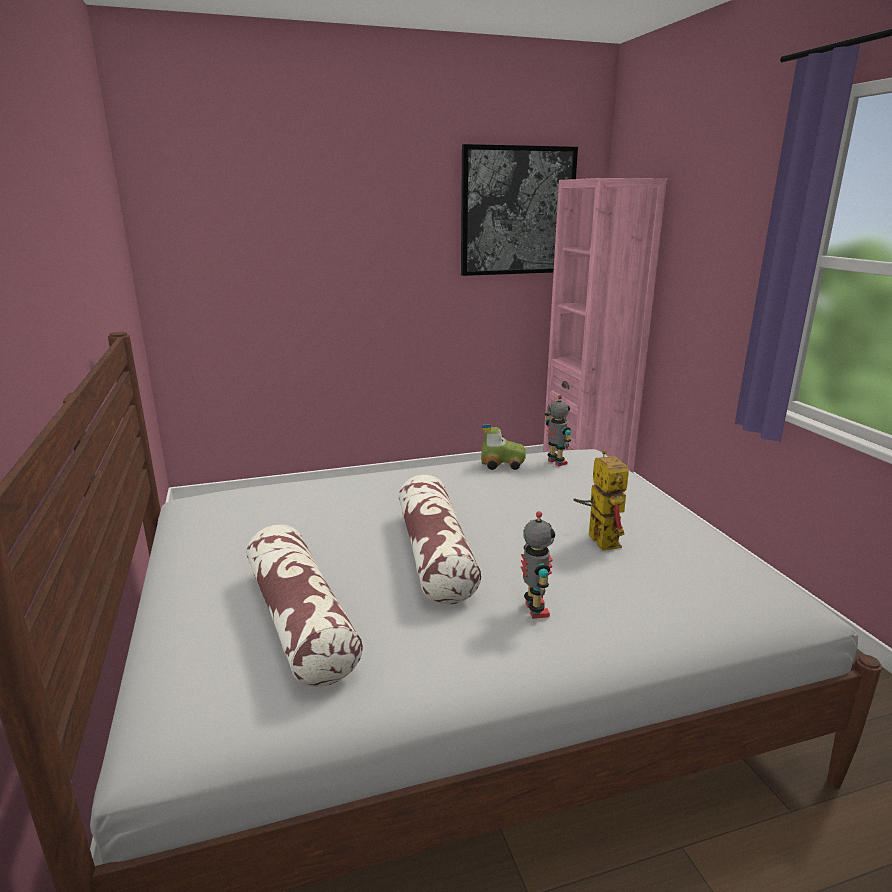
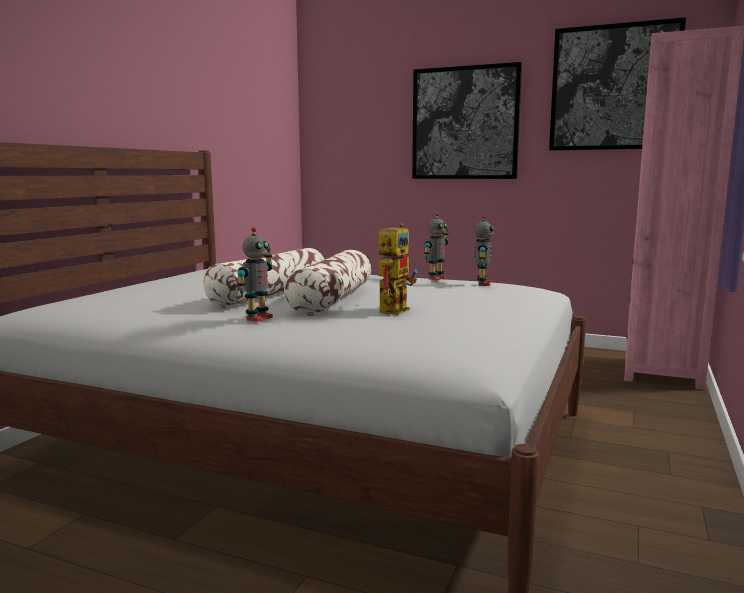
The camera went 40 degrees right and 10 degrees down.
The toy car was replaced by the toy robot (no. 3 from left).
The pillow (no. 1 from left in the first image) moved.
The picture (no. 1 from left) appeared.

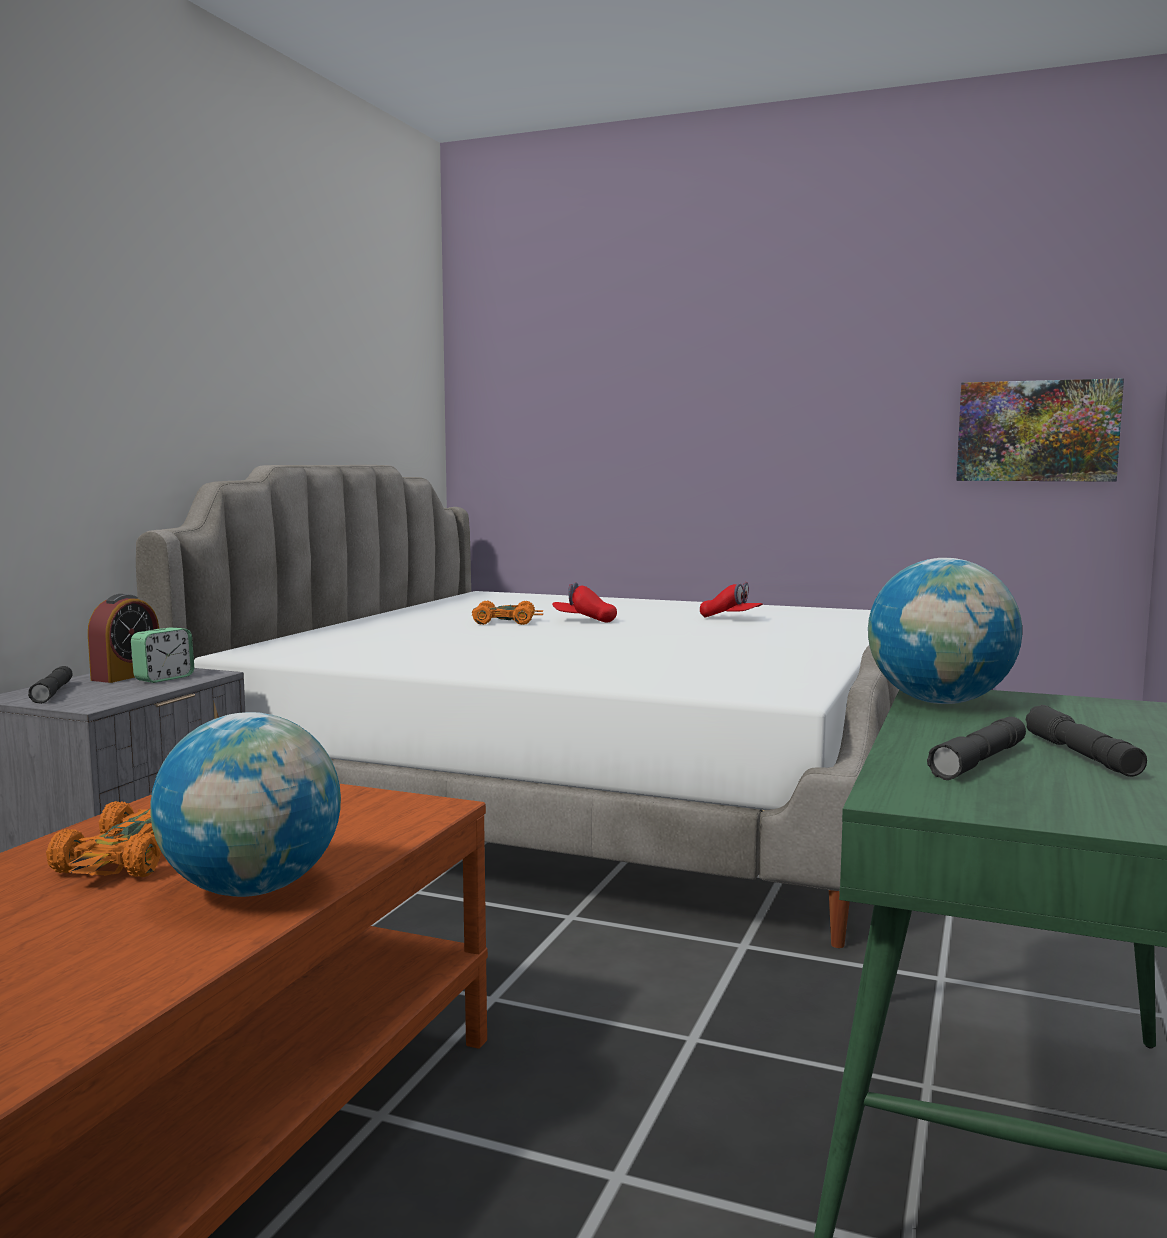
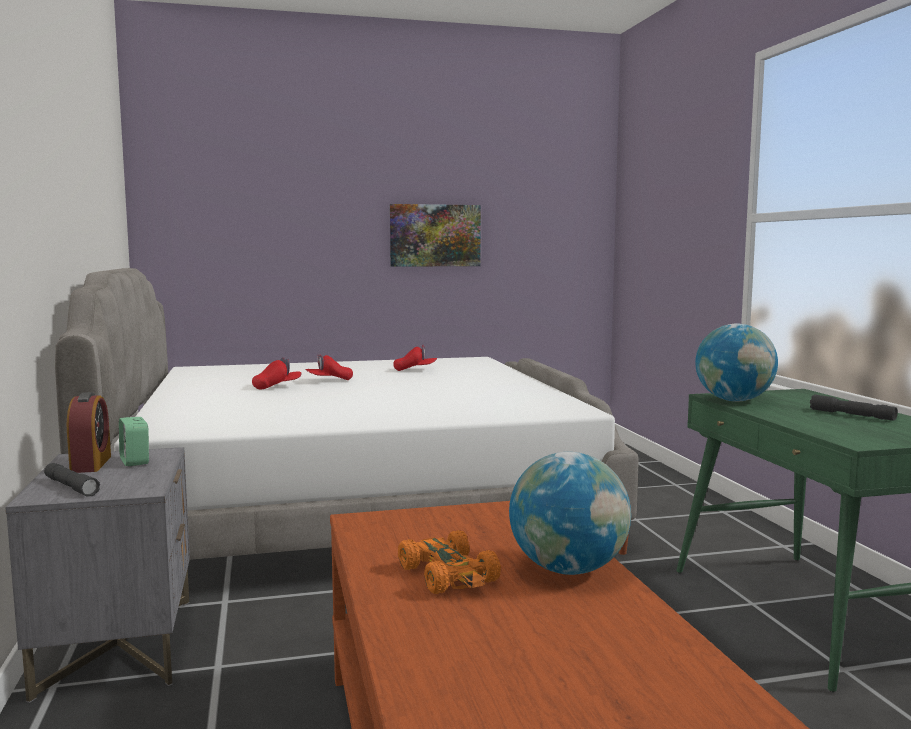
The camera went 35 degrees left and 0 degrees up.
The picture moved.
The orange toy car (no. 2 from left) was replaced by the red cap (no. 1 from left).
The alarm clock (no. 2 from left) turned 150 degrees clockwise.
The grey flashlight (no. 2 from left) disappeared.

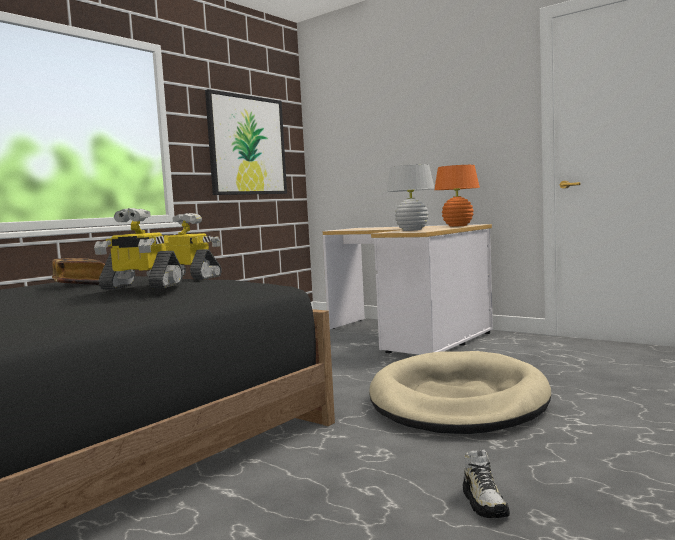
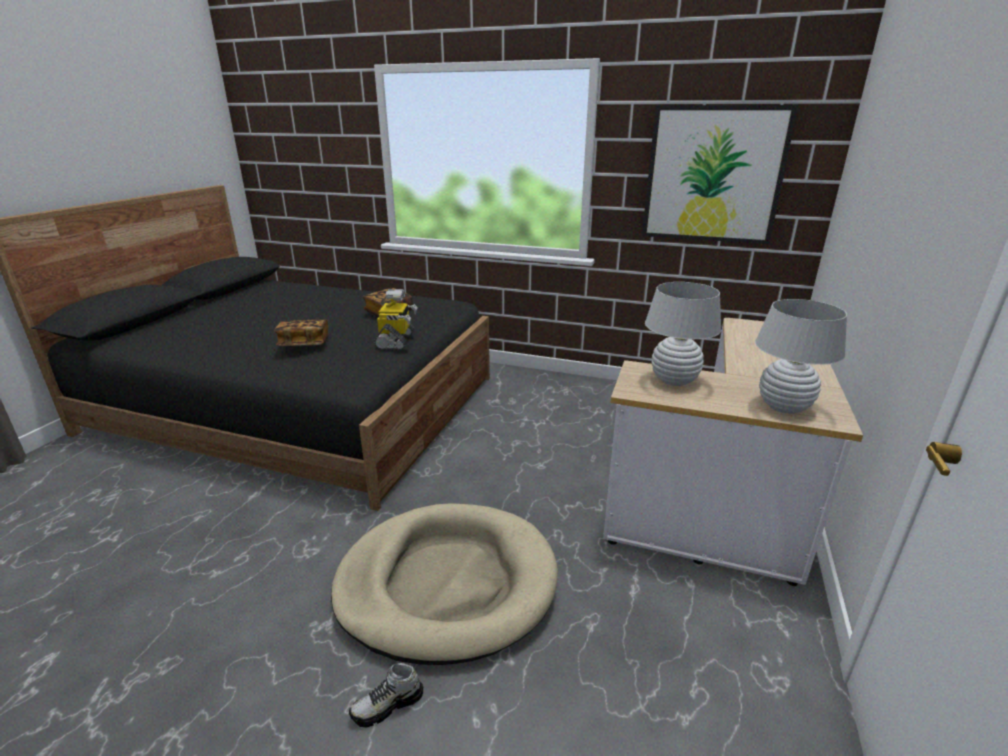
The camera went 70 degrees right and 20 degrees up.
The orange table lamp became the white table lamp (no. 2 from left).
The toy robot (no. 1 from left) was replaced by the book (no. 1 from left).
The shoe moved.

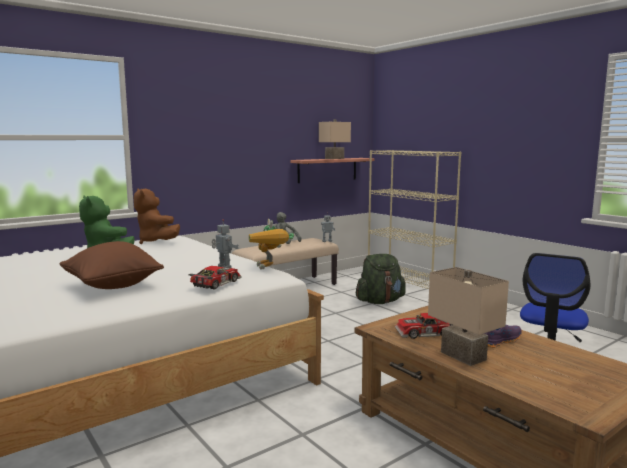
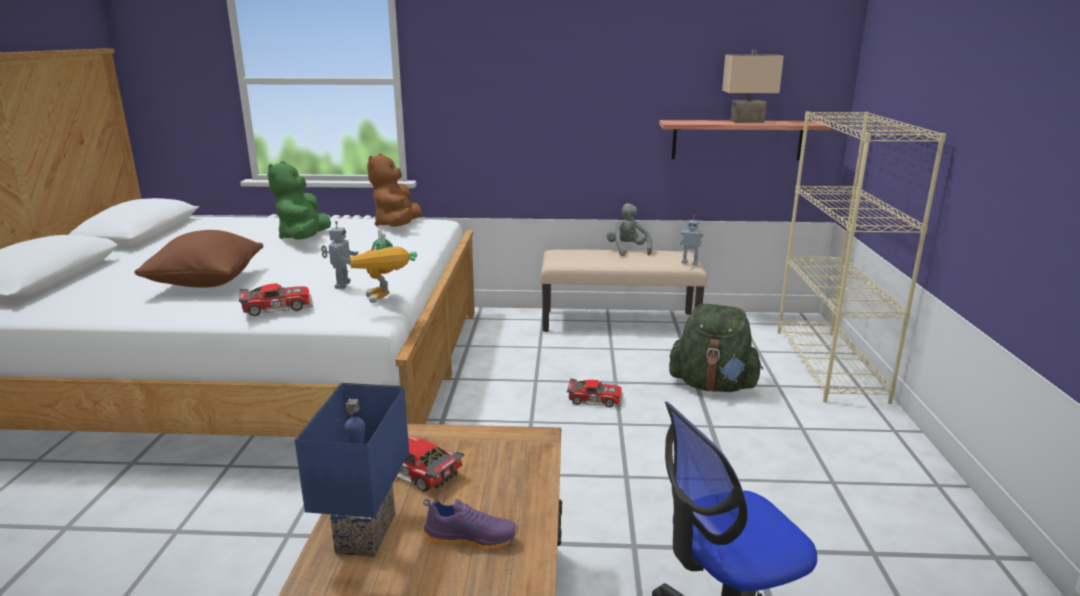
The camera went 40 degrees right and 10 degrees up.
The toy robot (no. 2 from left) turned 45 degrees counterclockwise.
The beige table lamp (no. 2 from left) became the blue table lamp.
The toy car (no. 3 from left) appeared.

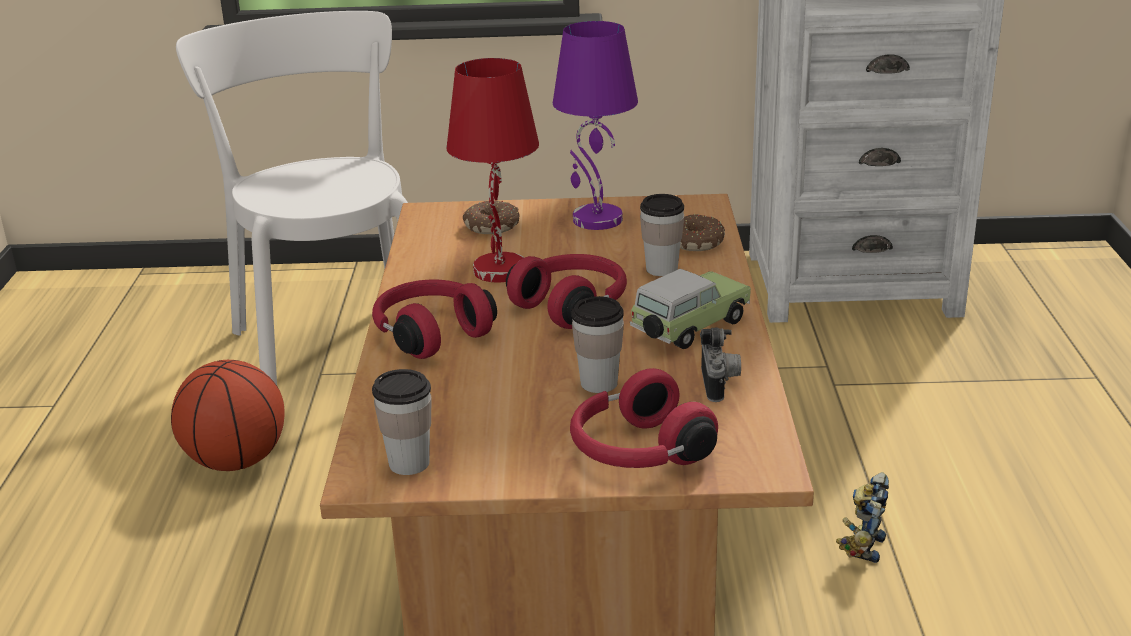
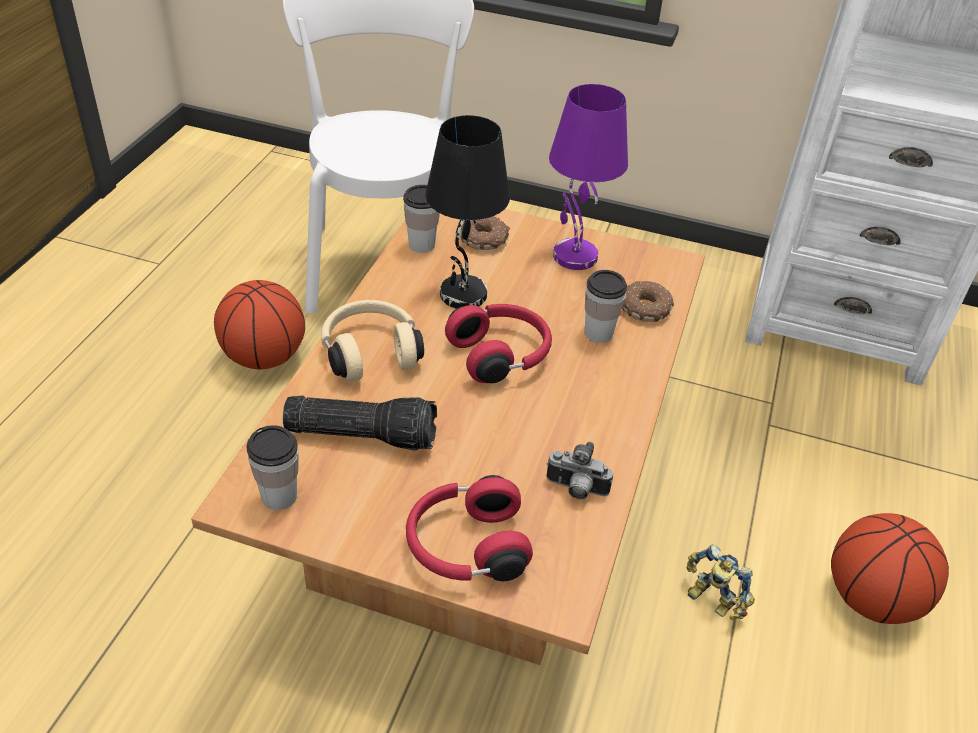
The camera went 15 degrees right and 15 degrees up.
The red table lamp became the black table lamp.
The toy car disappeared.
The red headphones (no. 1 from left) became the beige headphones.
The cup (no. 2 from left) moved.
The photo camera turned 90 degrees clockwise.
The toy robot turned 90 degrees counterclockwise.
The flashlight appeared.
The basketball (no. 2 from left) appeared.

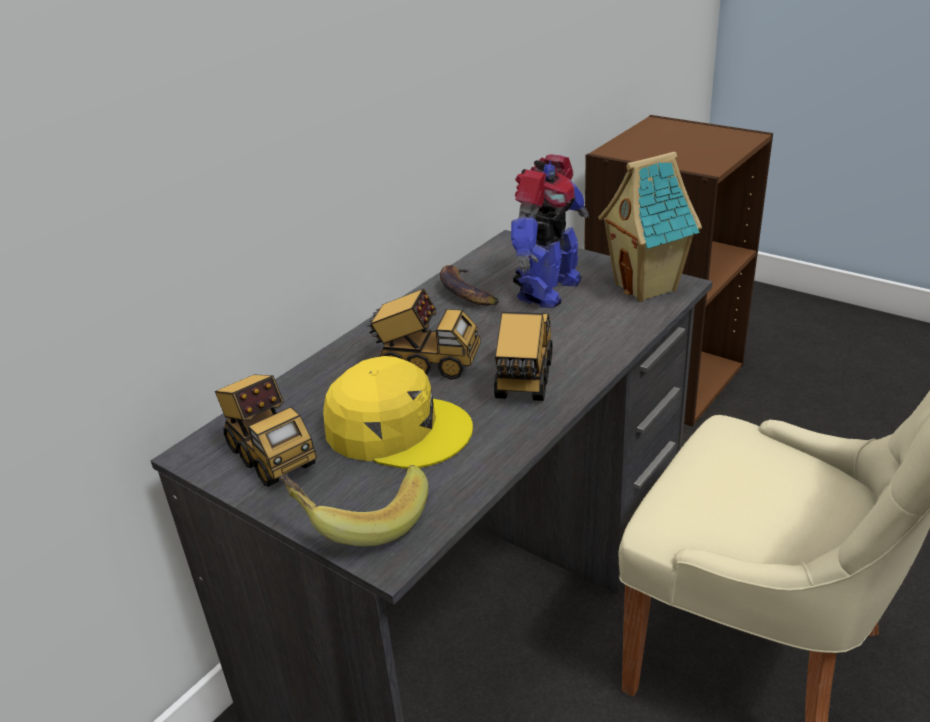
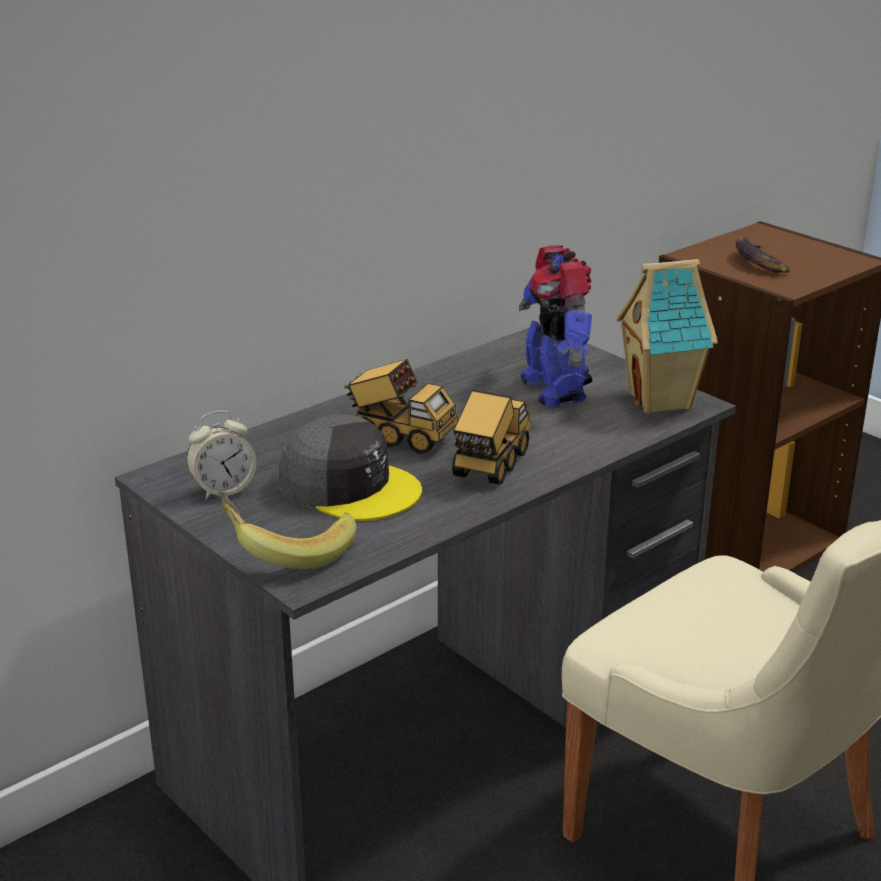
The camera went 10 degrees right and 5 degrees down.
The toy robot turned 120 degrees clockwise.
The banana (no. 2 from left) moved.
The yellow cap became the grey cap.
The toy truck (no. 1 from left) was replaced by the alarm clock.

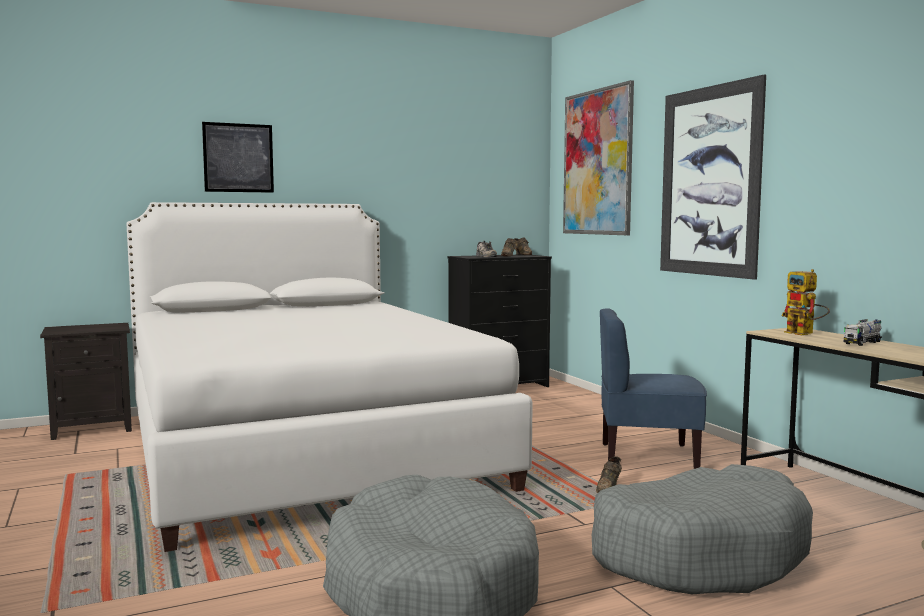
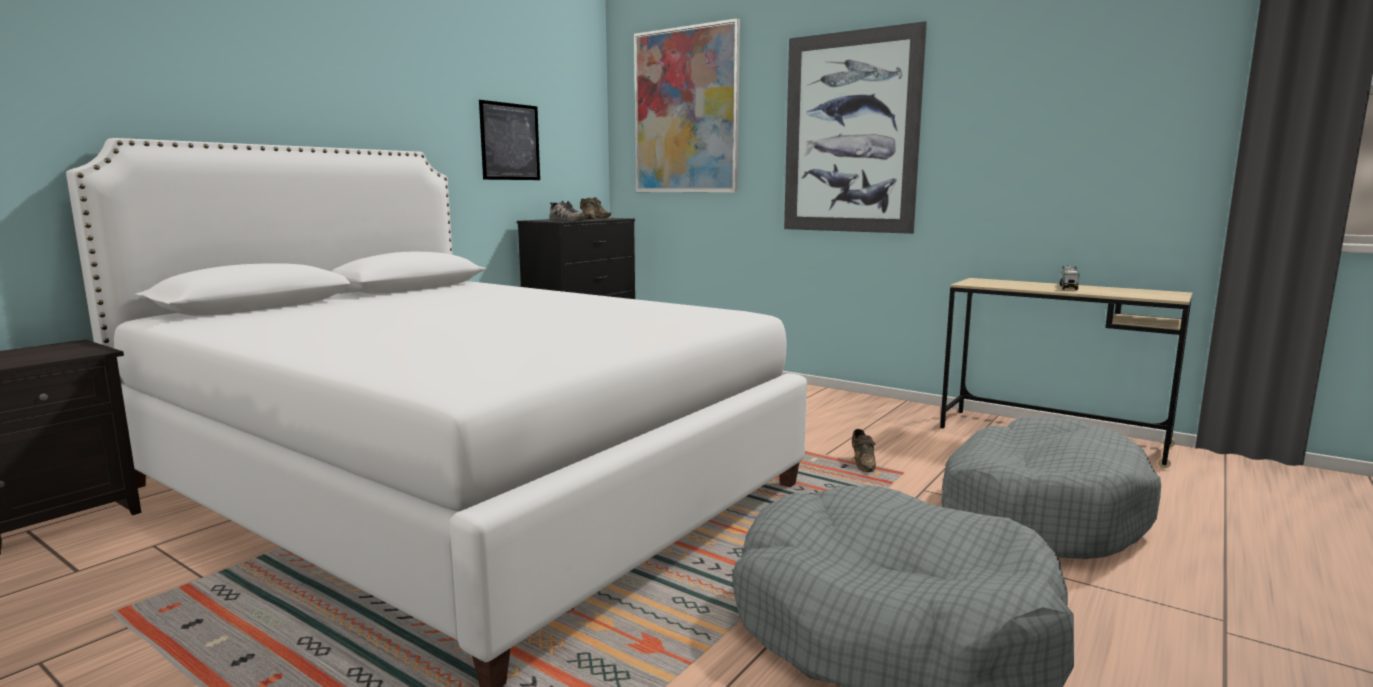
The camera went 30 degrees left and 5 degrees up.
The picture (no. 1 from left) moved.
The toy robot disappeared.
The blue chair disappeared.

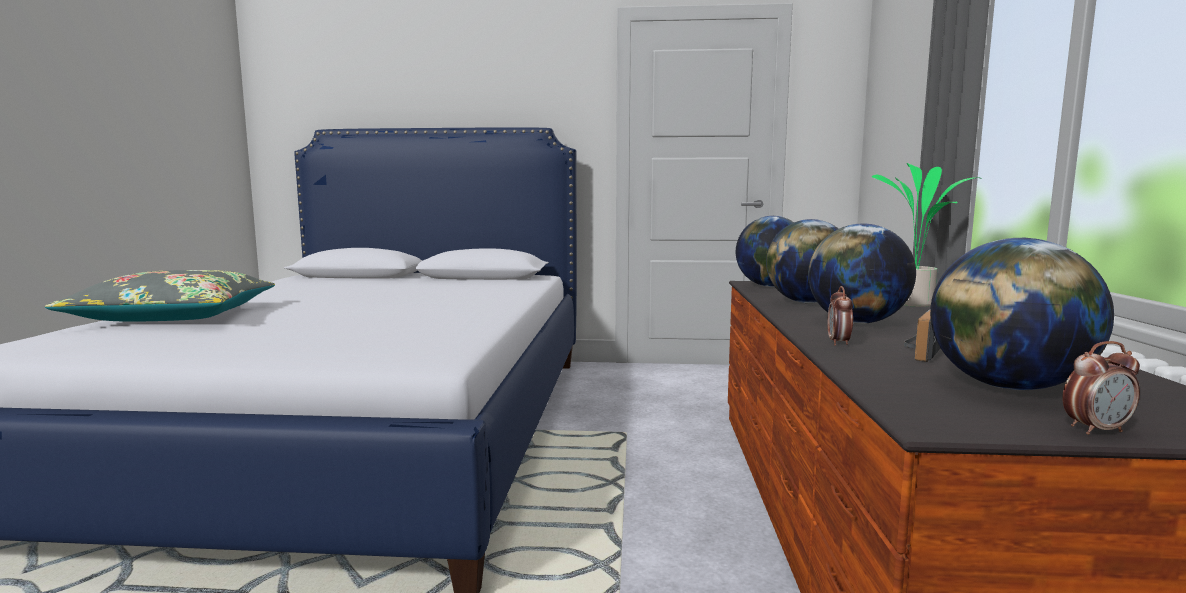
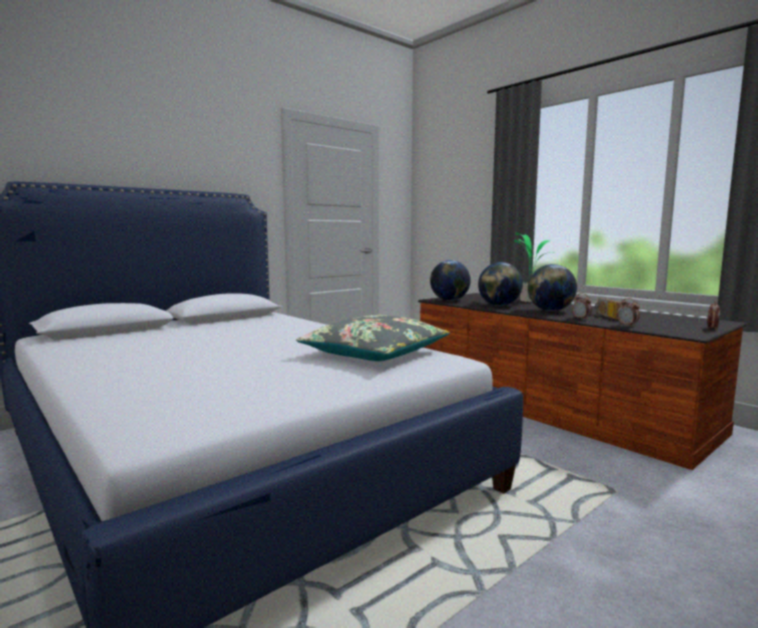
The camera went 45 degrees left and 0 degrees up.
The globe (no. 4 from left) disappeared.
The grey pillow moved.
The alarm clock (no. 2 from left) appeared.

